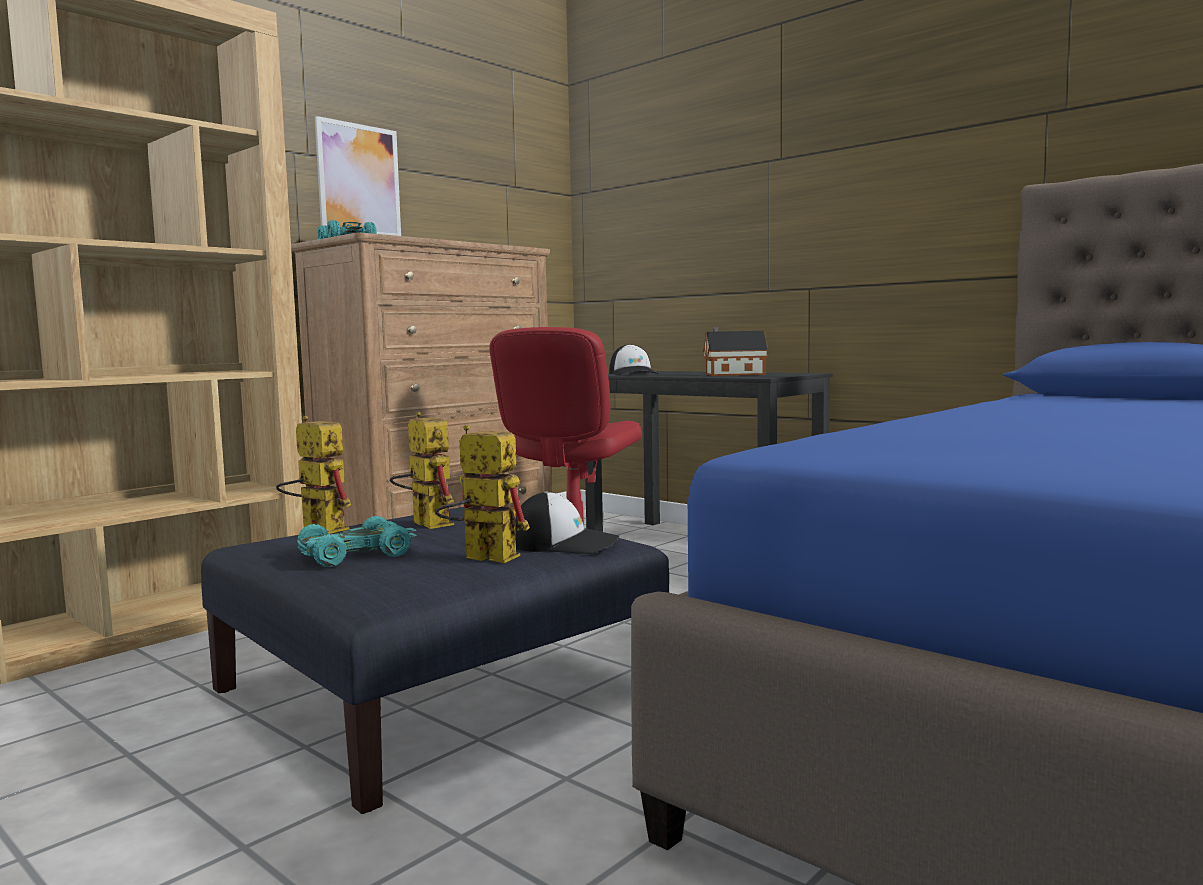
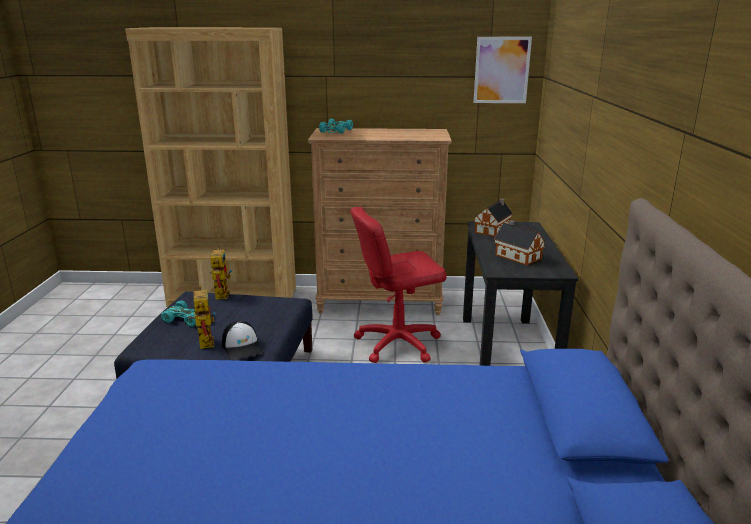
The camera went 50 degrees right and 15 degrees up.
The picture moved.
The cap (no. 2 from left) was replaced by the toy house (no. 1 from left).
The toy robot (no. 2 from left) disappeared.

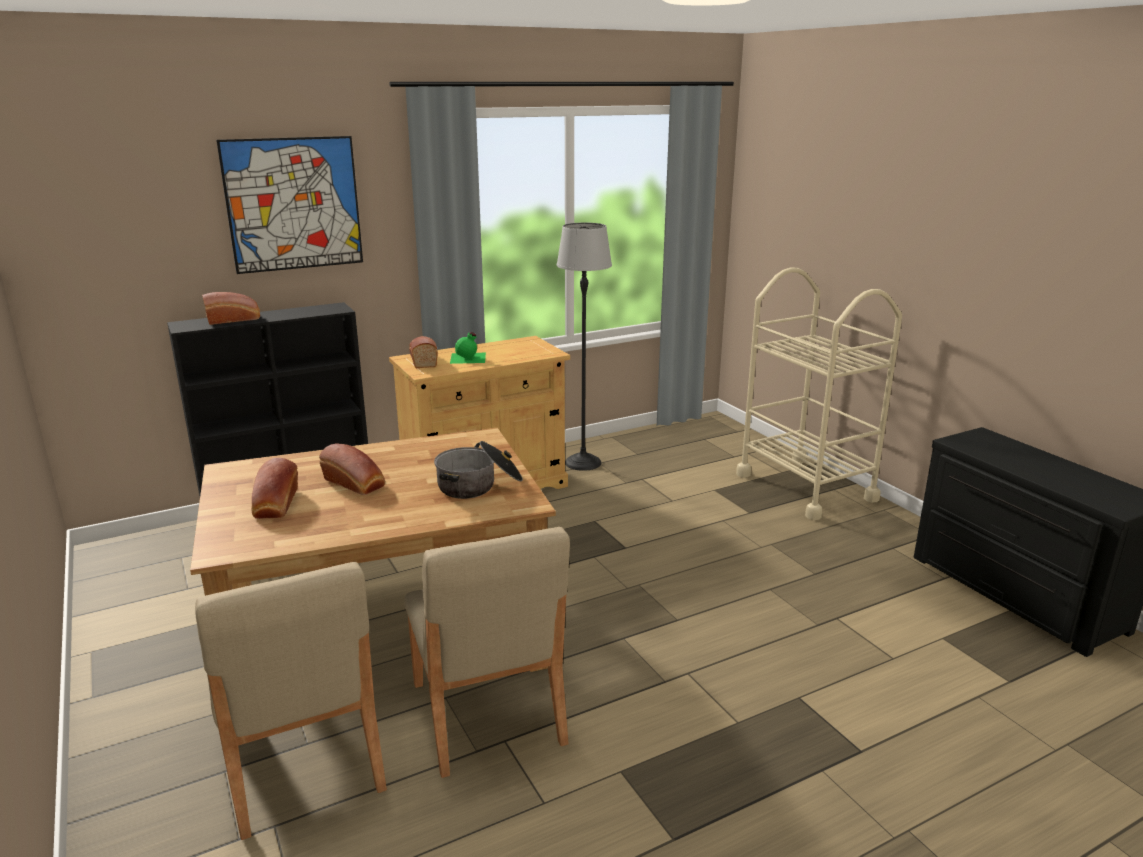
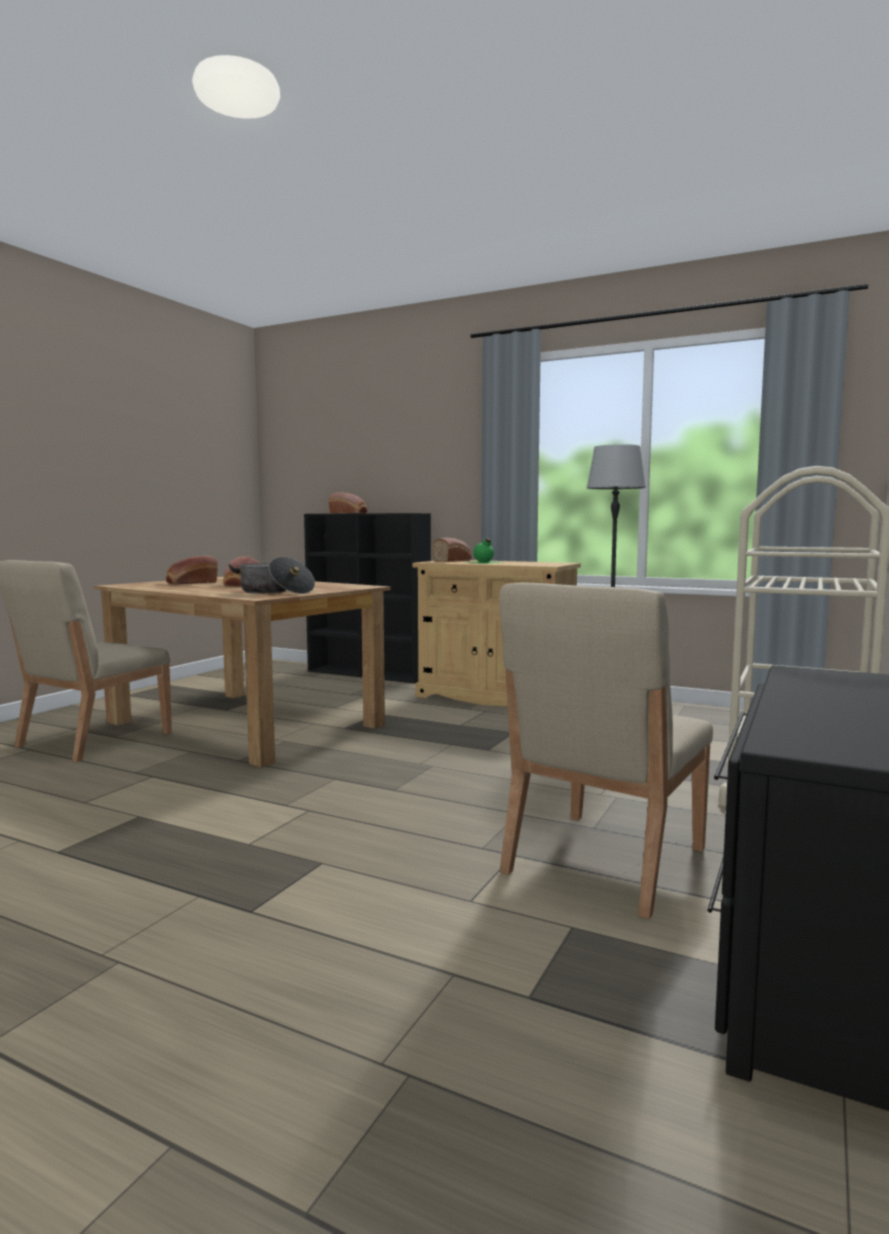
The camera went 55 degrees right and 15 degrees down.
The picture disappeared.
The beige chair (no. 2 from left) moved.

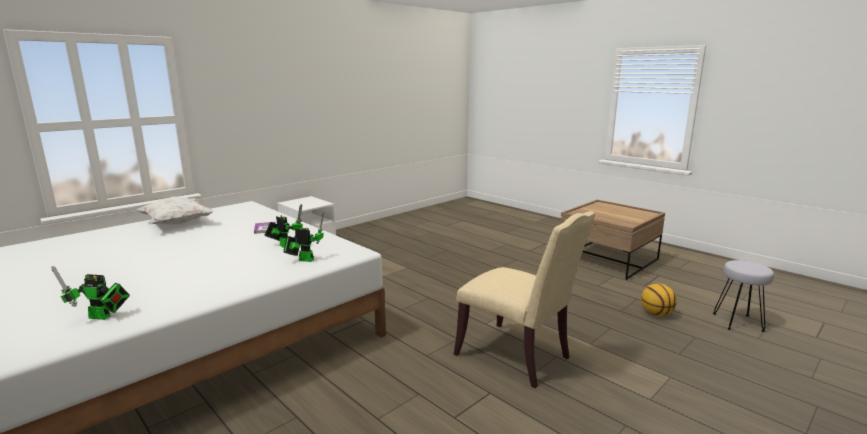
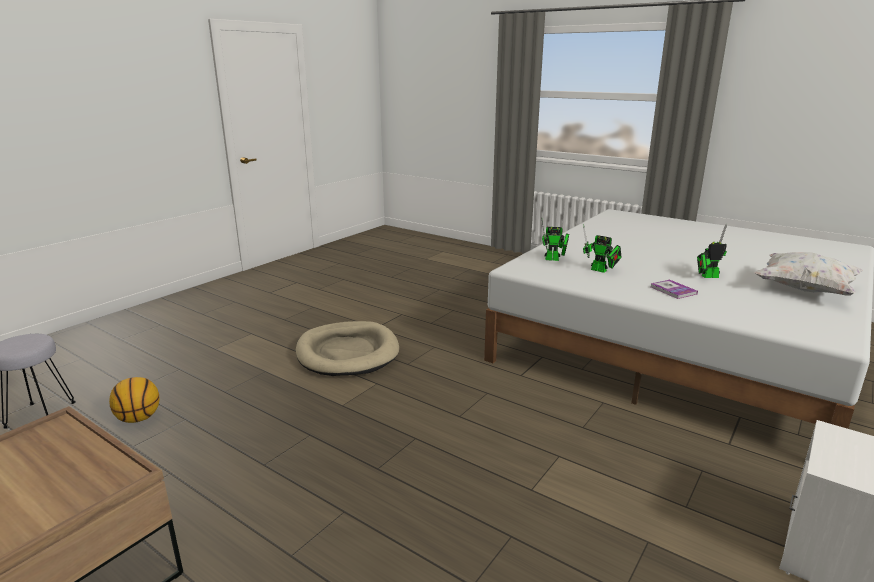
The camera went 170 degrees right and 5 degrees up.
The beige chair was replaced by the beige dog bed.
The toy robot (no. 1 from left in the first image) moved.

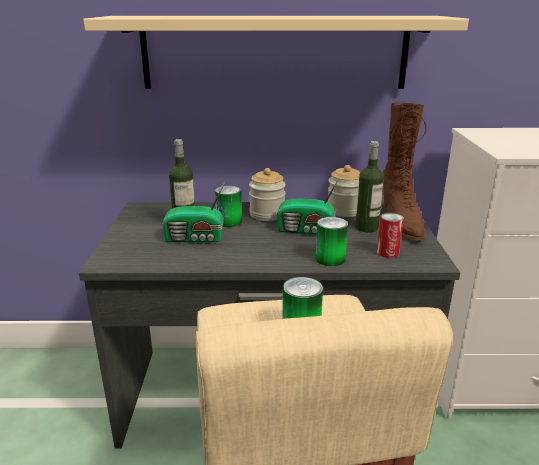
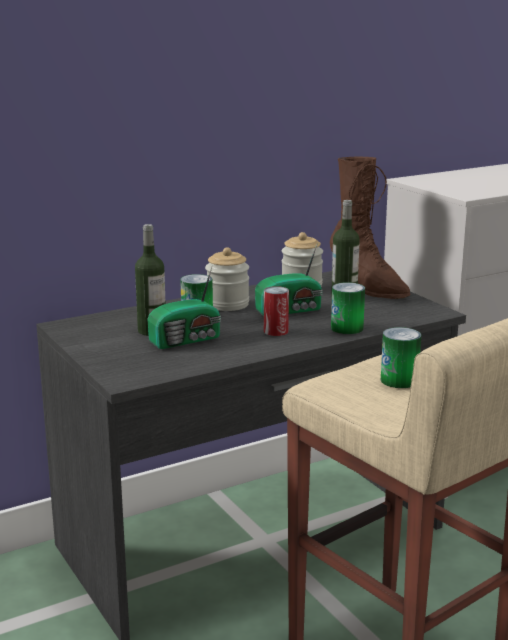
The camera went 30 degrees left and 5 degrees down.
The beige shelf disappeared.
The can (no. 4 from left in the first image) moved.

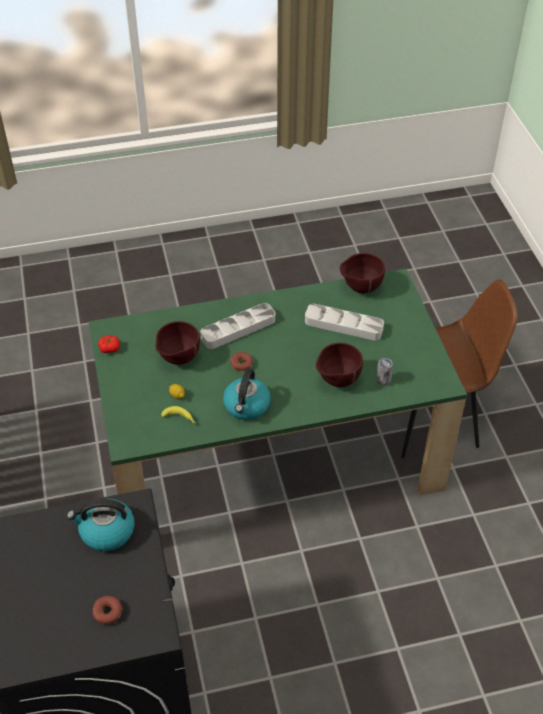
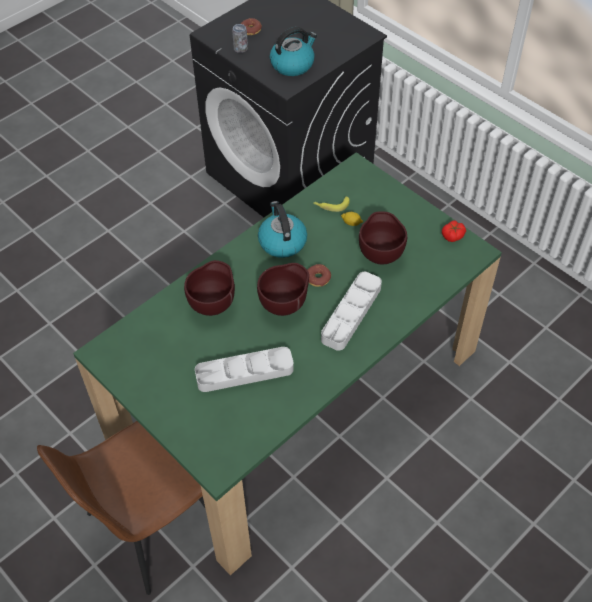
The camera went 150 degrees right and 5 degrees up.
The brown bowl (no. 3 from left in the first image) moved.
The can moved.

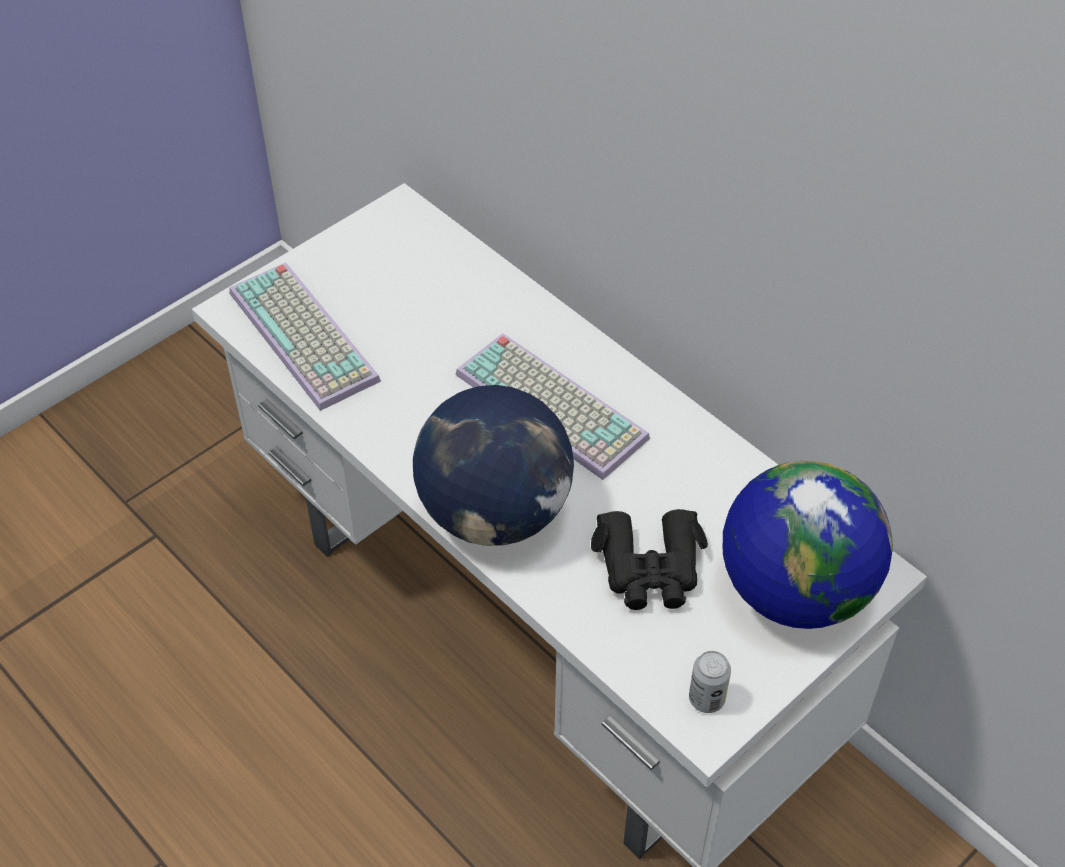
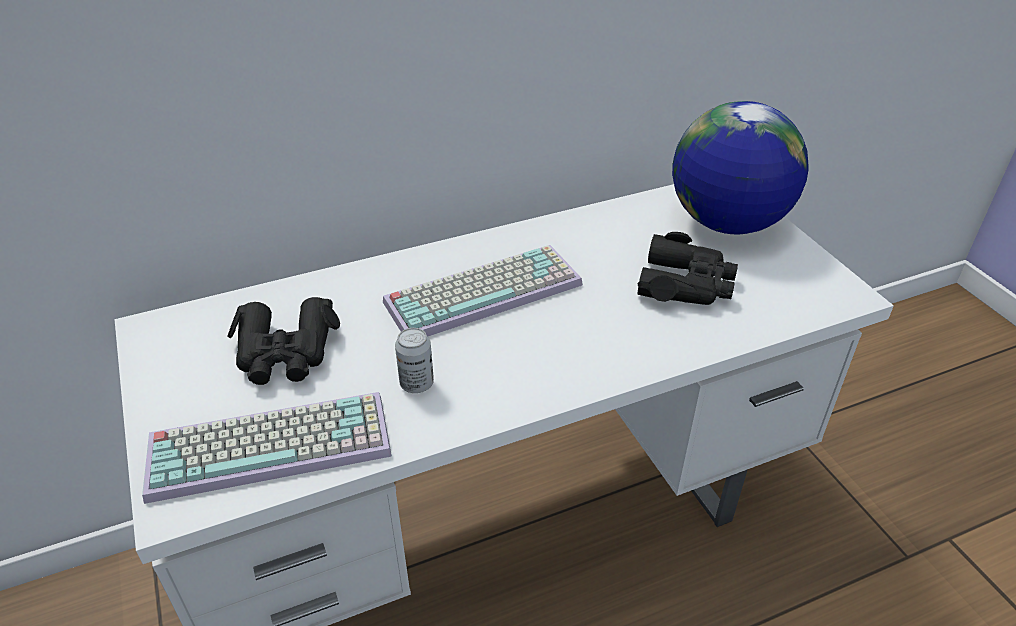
The camera went 70 degrees left and 10 degrees down.
The globe (no. 1 from left) disappeared.
The can moved.
The black binoculars (no. 1 from left) appeared.

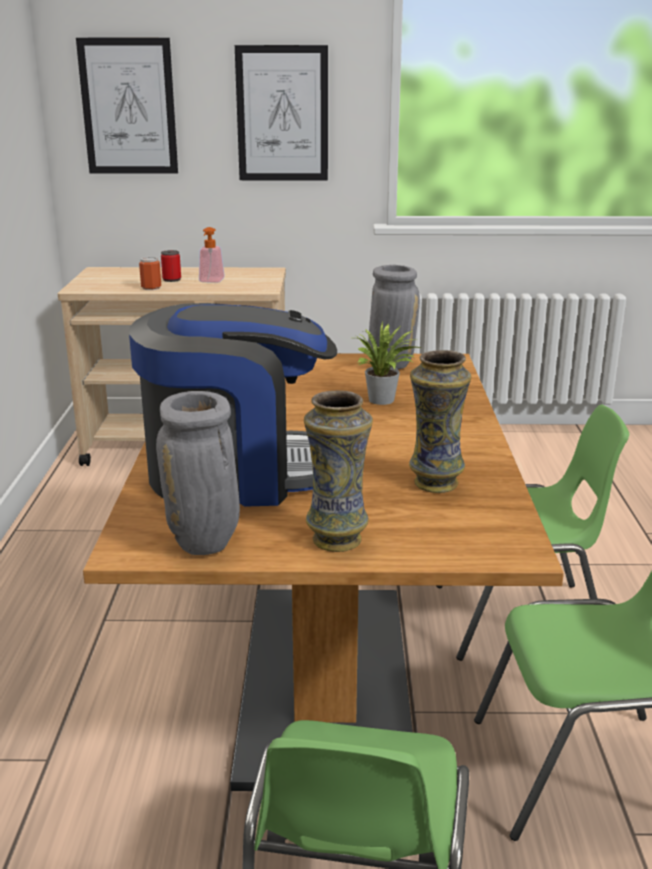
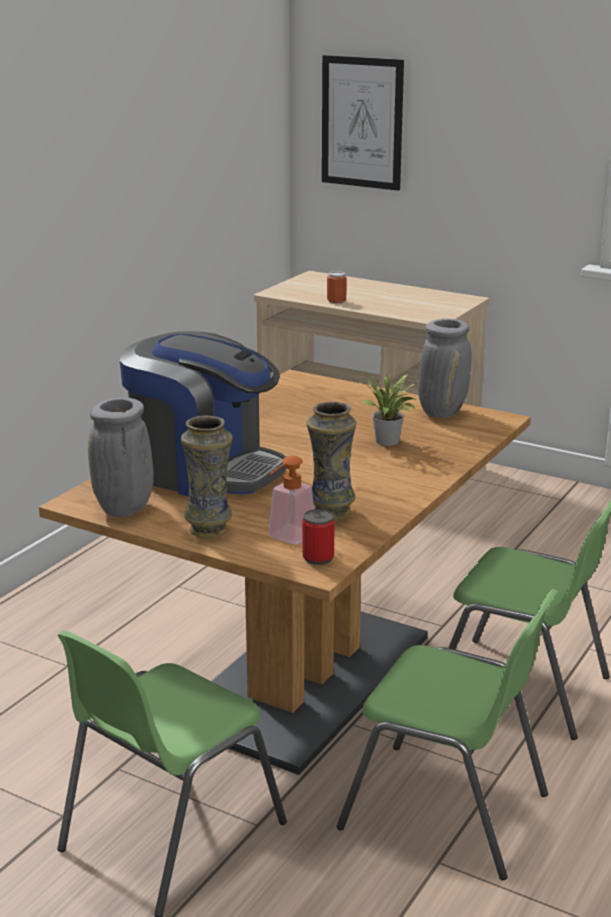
The camera went 30 degrees right and 0 degrees up.
The picture (no. 2 from left) disappeared.
The soap dispenser moved.
The can (no. 2 from left in the first image) moved.

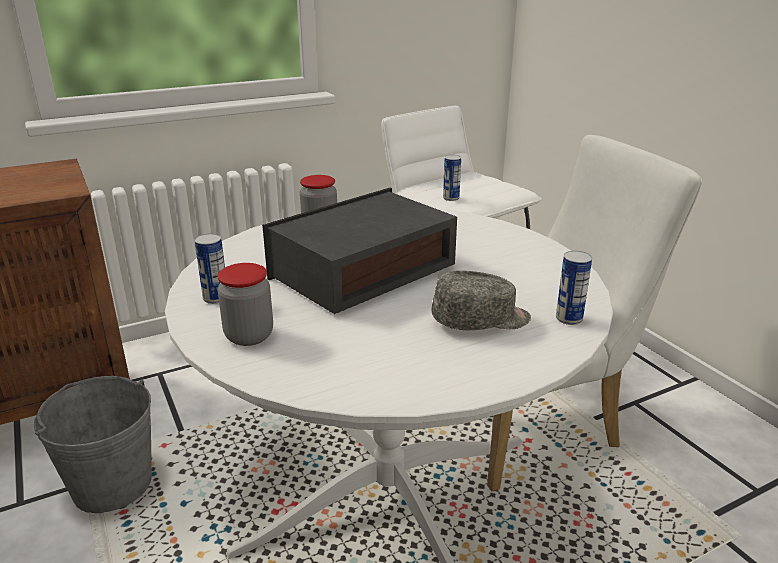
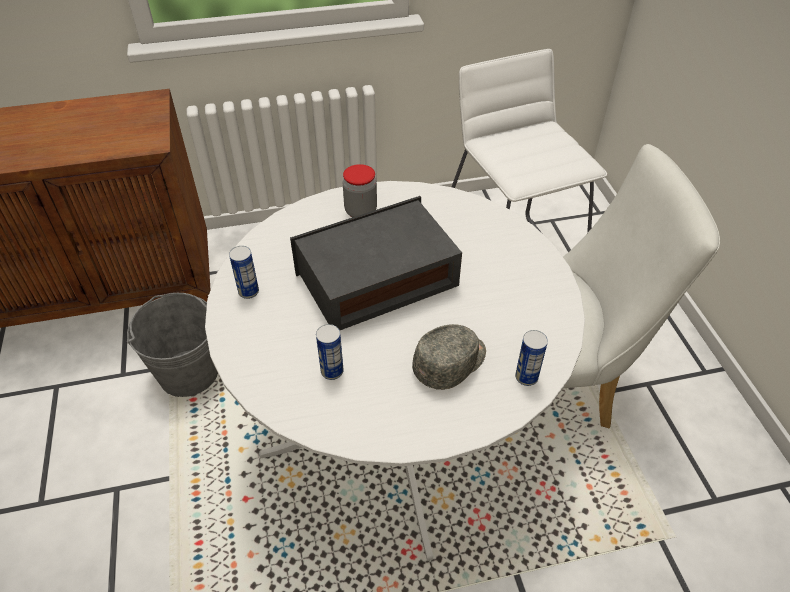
The camera went 15 degrees right and 20 degrees up.
The can (no. 2 from left) moved.
The jar (no. 1 from left) disappeared.
The grey cap turned 45 degrees counterclockwise.

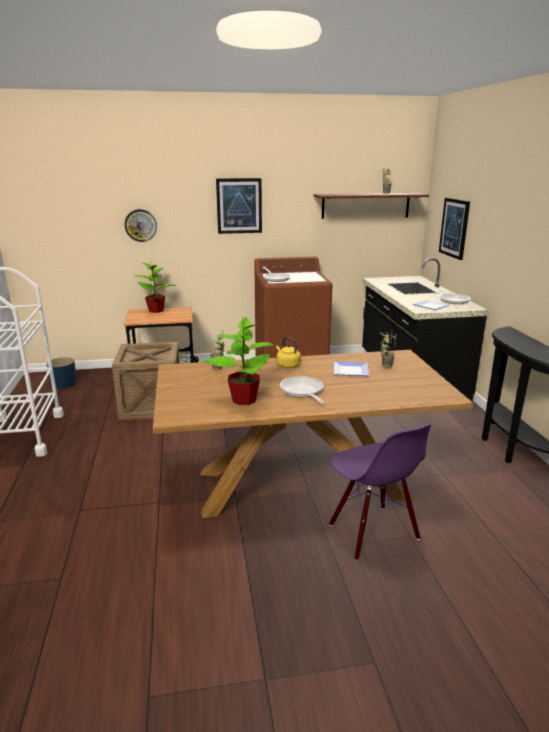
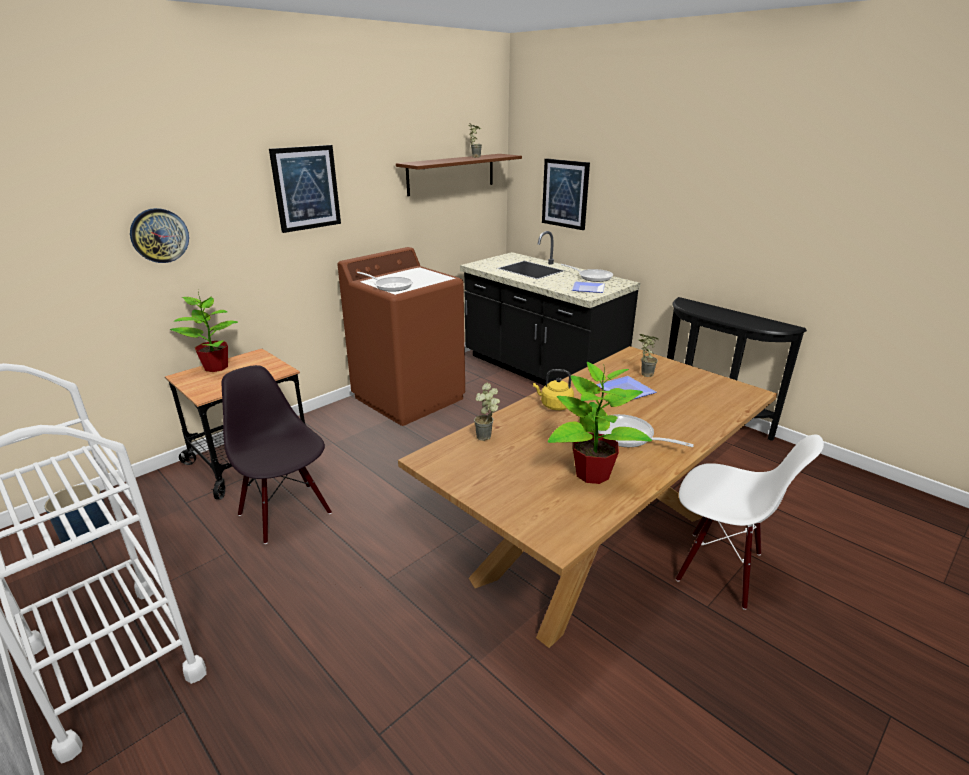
The camera went 35 degrees left and 5 degrees up.
The crate was replaced by the black chair.
The purple chair became the white chair.

